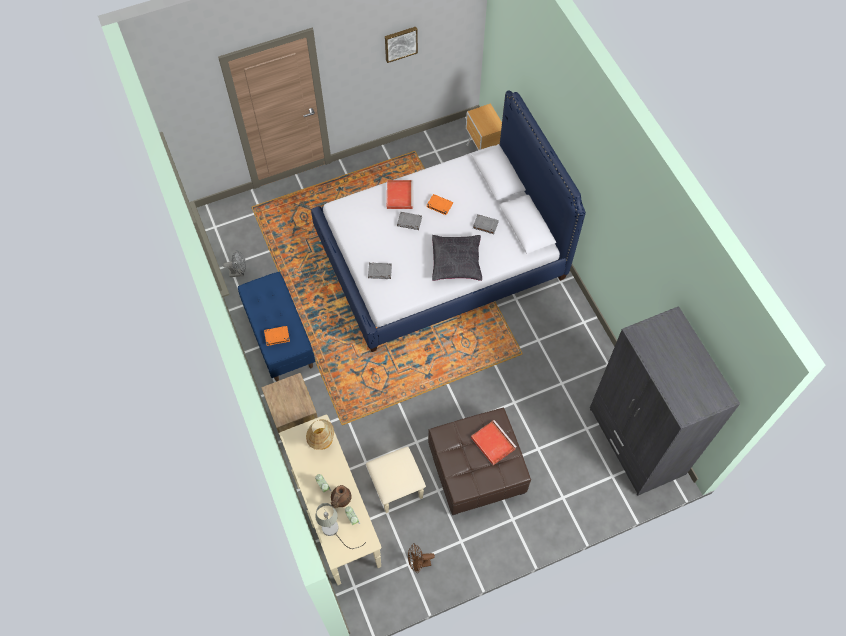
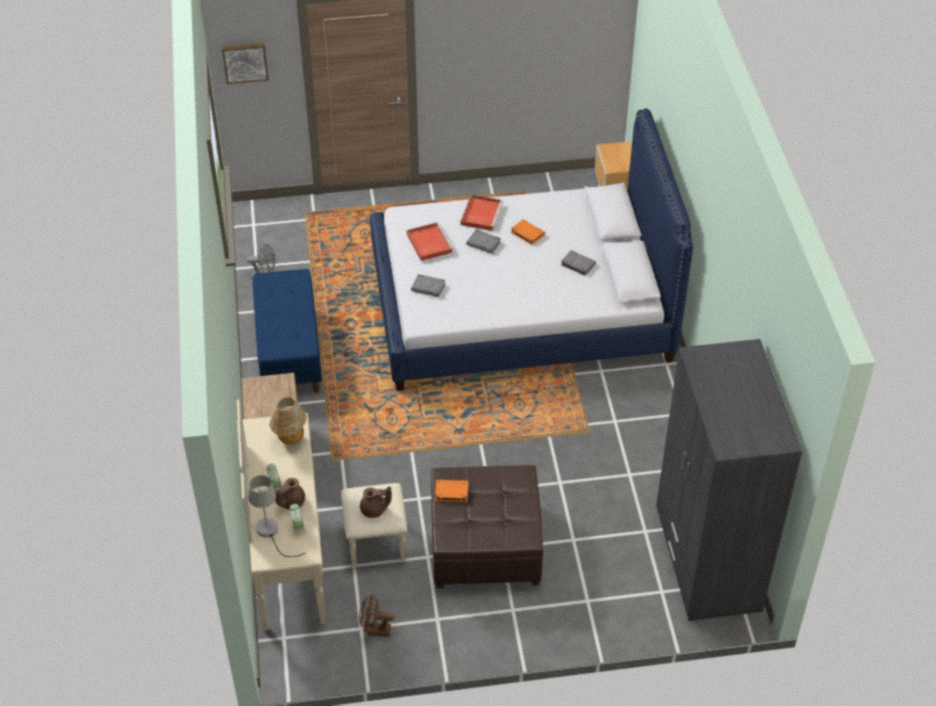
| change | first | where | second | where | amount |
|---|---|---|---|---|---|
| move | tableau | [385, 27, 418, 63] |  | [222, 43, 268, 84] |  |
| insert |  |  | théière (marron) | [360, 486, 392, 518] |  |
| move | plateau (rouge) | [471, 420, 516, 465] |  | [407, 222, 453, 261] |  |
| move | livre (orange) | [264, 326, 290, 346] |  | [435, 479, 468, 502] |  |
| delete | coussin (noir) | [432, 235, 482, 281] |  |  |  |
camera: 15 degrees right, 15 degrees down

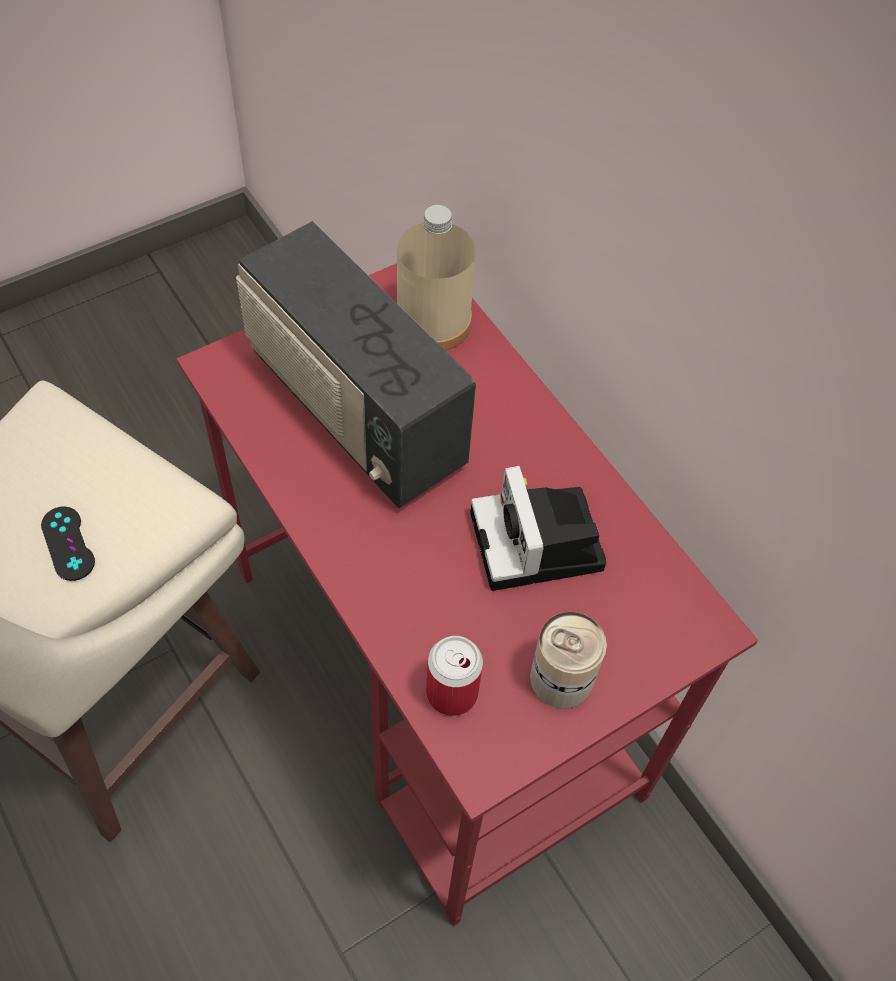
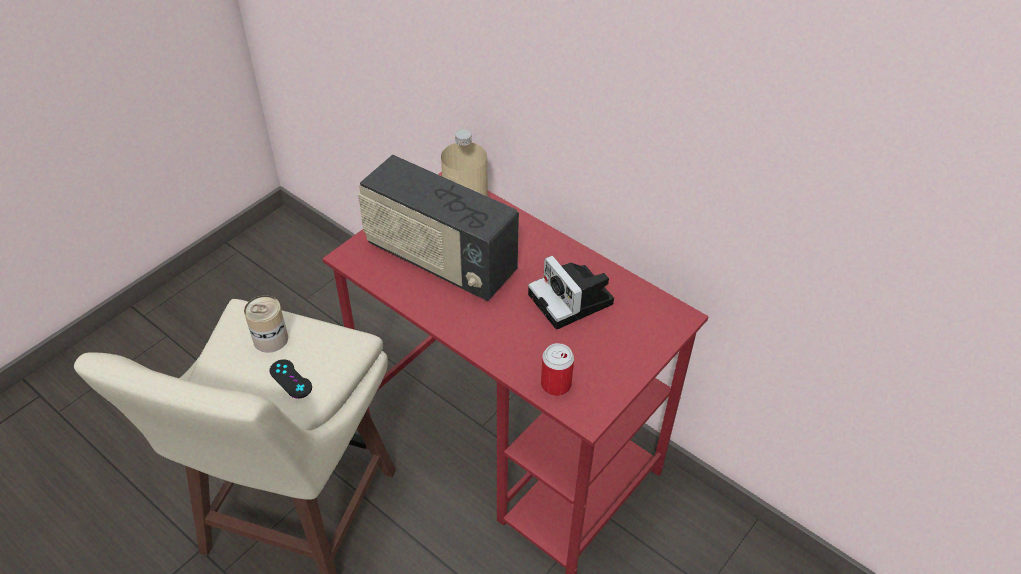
| change | first | where | second | where | amount |
|---|---|---|---|---|---|
| move | boîte métallique | [530, 612, 607, 709] |  | [244, 295, 288, 353] |  |
camera: 15 degrees left, 10 degrees down

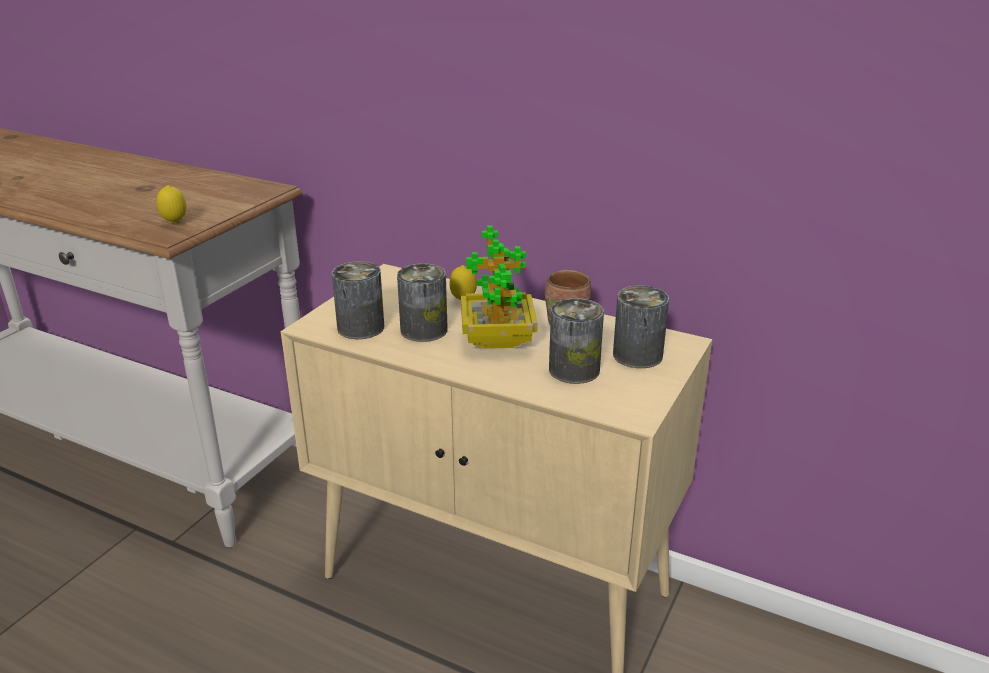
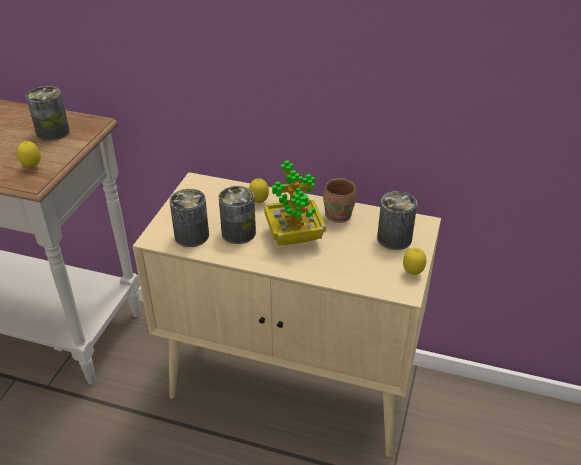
| change | first | where | second | where | amount |
|---|---|---|---|---|---|
| move | boîte métallique | [549, 298, 604, 384] |  | [26, 86, 70, 141] |  |
| insert |  |  | citron | [403, 248, 426, 275] |  |
camera: 10 degrees left, 10 degrees up

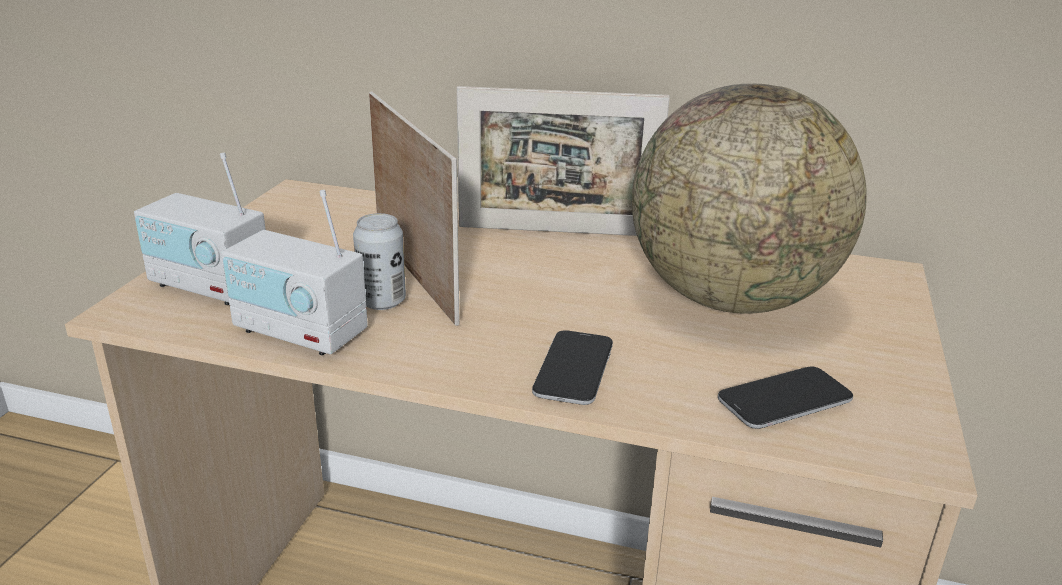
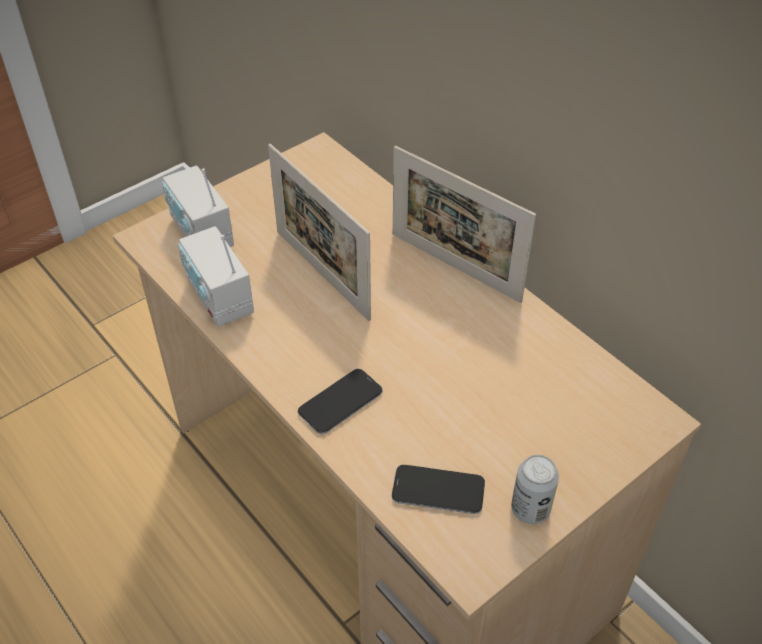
| change | first | where | second | where | amount |
|---|---|---|---|---|---|
| rotate | cadre photo | [369, 92, 460, 326] |  | [268, 144, 371, 321] | 135 degrees clockwise |
| move | boîte métallique | [353, 213, 406, 310] |  | [511, 455, 559, 524] |  |
| delete | globe | [632, 84, 867, 314] |  |  |  |
camera: 35 degrees right, 20 degrees up

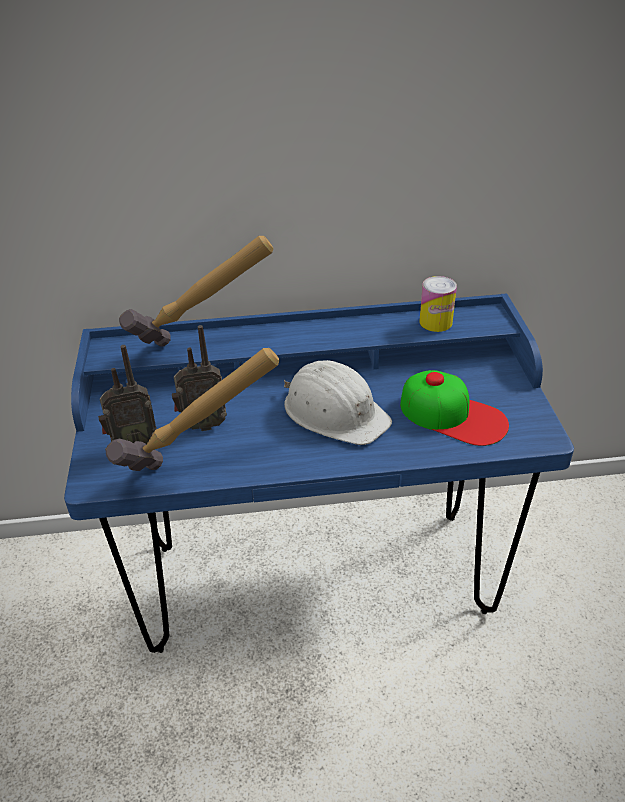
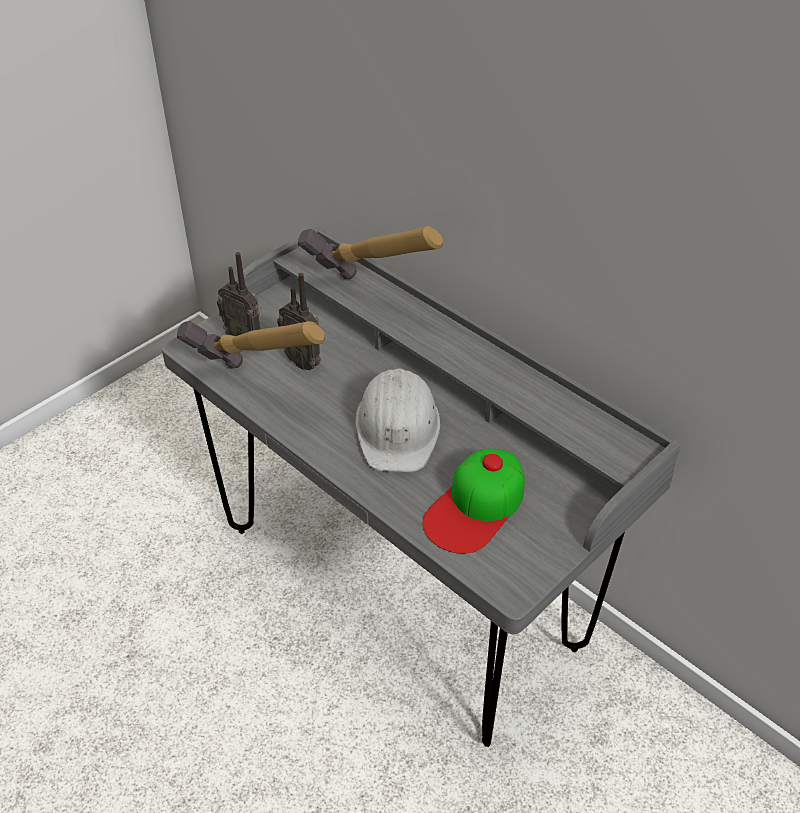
| change | first | where | second | where | amount |
|---|---|---|---|---|---|
| recolor | bureau (bleu) | [64, 293, 574, 653] | bureau (gris) | [162, 226, 681, 747] |  |
| rotate | casquette | [400, 370, 509, 446] |  | [422, 449, 525, 554] | 45 degrees clockwise |
| delete | boîte métallique | [420, 276, 457, 332] |  |  |  |
camera: 50 degrees right, 5 degrees up

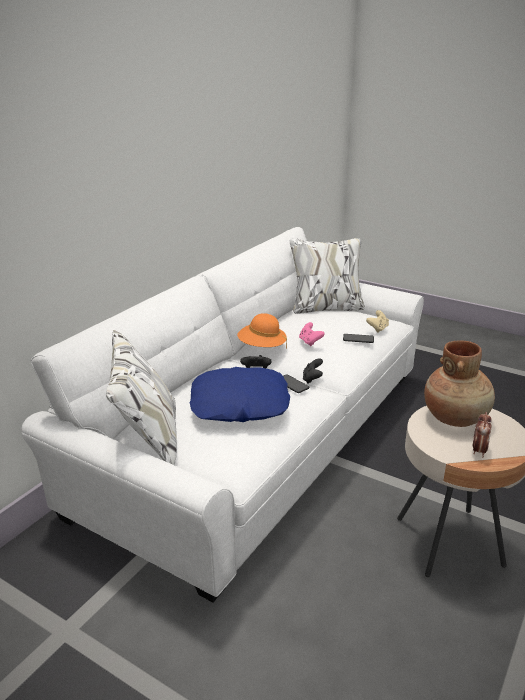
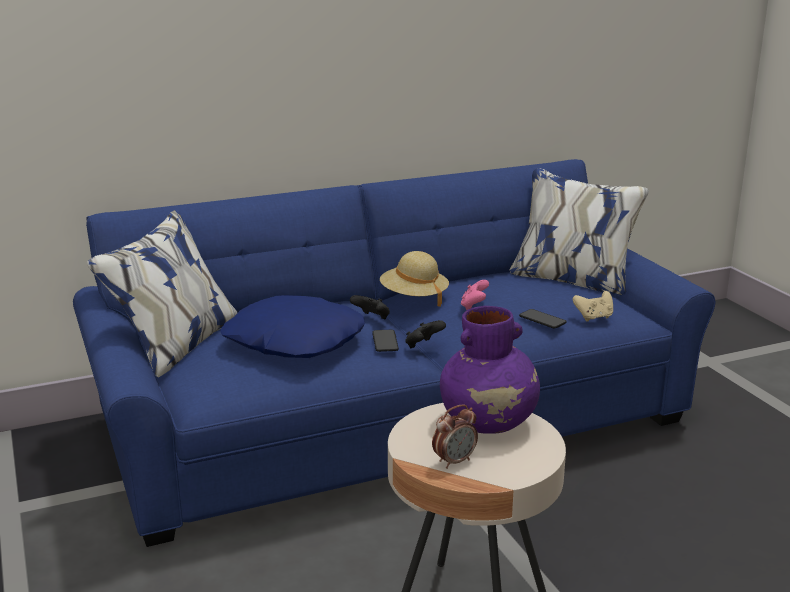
| change | first | where | second | where | amount |
|---|---|---|---|---|---|
| recolor | canapé (blanc) | [21, 227, 424, 602] | canapé (bleu) | [73, 159, 716, 547] |  |
| recolor | chapeau (orange) | [237, 313, 287, 349] | chapeau (beige) | [380, 251, 449, 307] |  |
| recolor | vase (marron) | [424, 340, 495, 427] | vase (violet) | [440, 306, 540, 434] |  |
camera: 35 degrees right, 5 degrees down

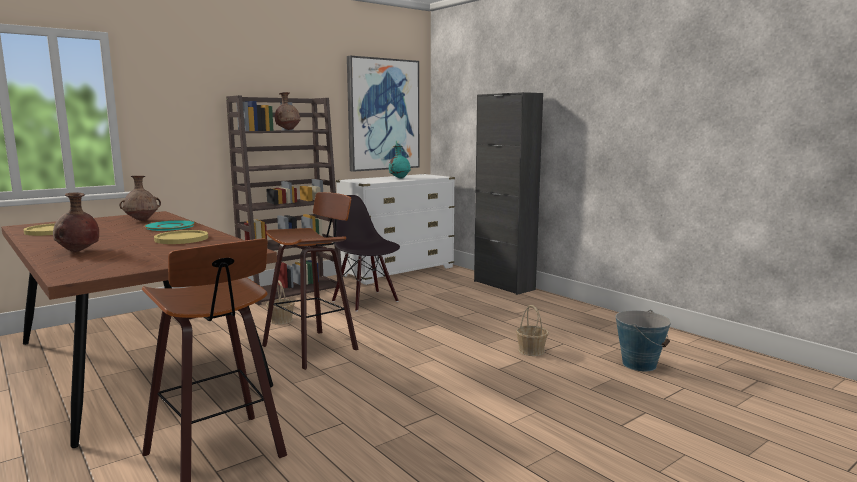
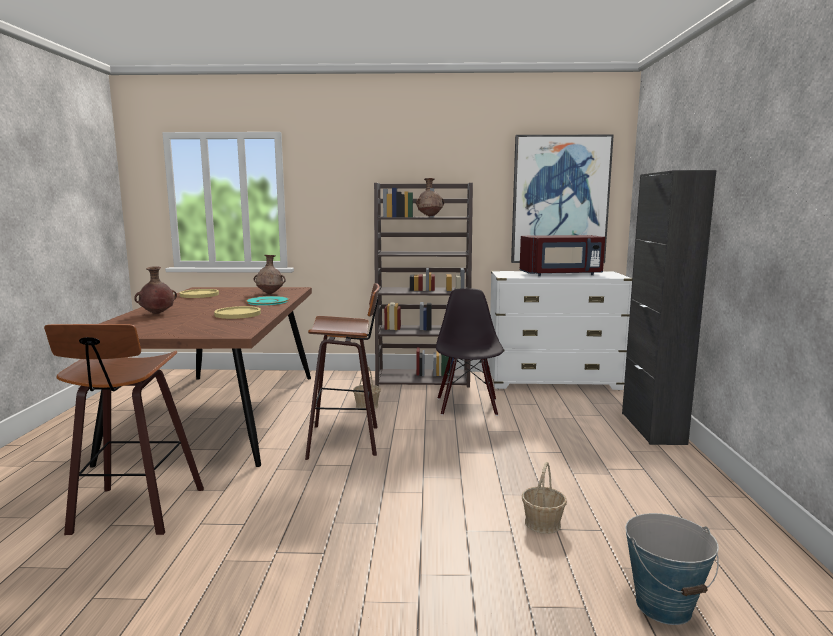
| change | first | where | second | where | amount |
|---|---|---|---|---|---|
| replace | vase (turquoise) | [389, 146, 411, 179] | micro-ondes (rouge) | [520, 235, 605, 276] |  |
camera: 40 degrees right, 0 degrees up

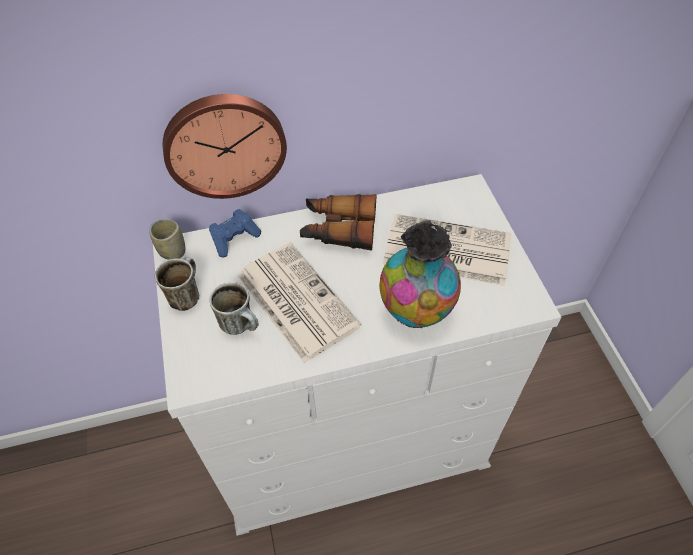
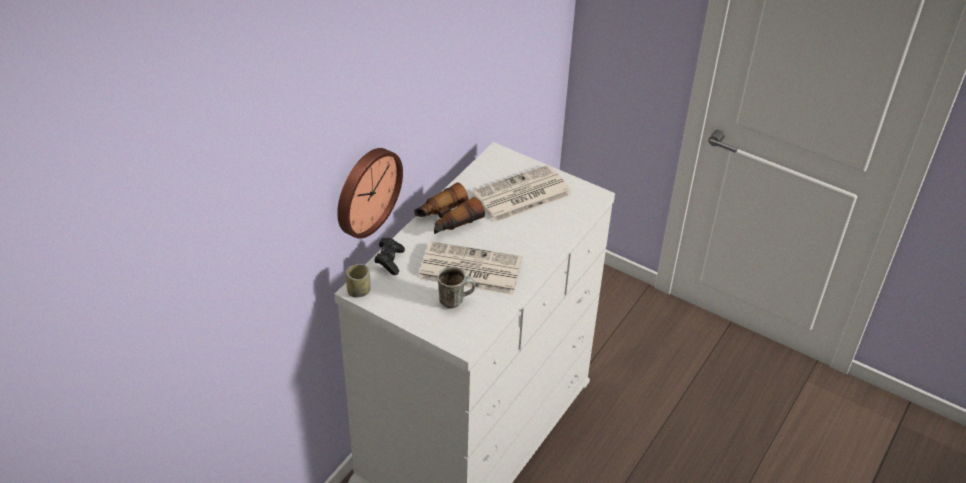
| change | first | where | second | where | amount |
|---|---|---|---|---|---|
| recolor | manette (bleu) | [209, 209, 261, 258] | manette (noir) | [374, 238, 405, 275] |  |
| delete | mug | [155, 257, 199, 311] |  |  |  |
| delete | vase | [379, 220, 461, 328] |  |  |  |
camera: 45 degrees left, 10 degrees down

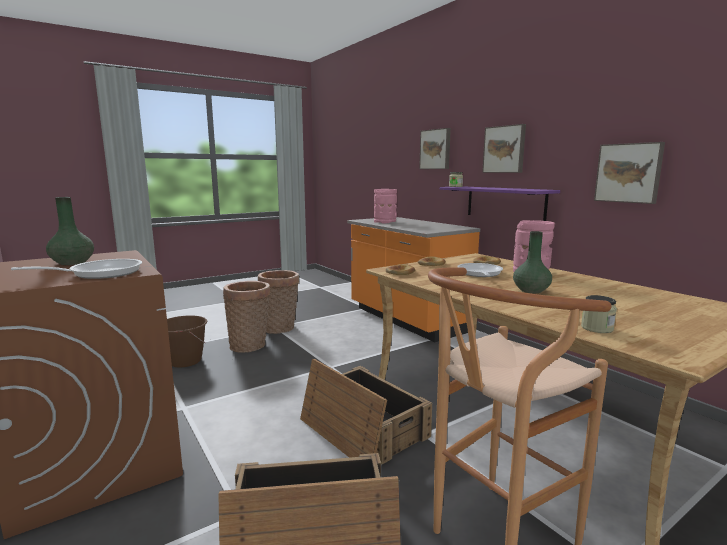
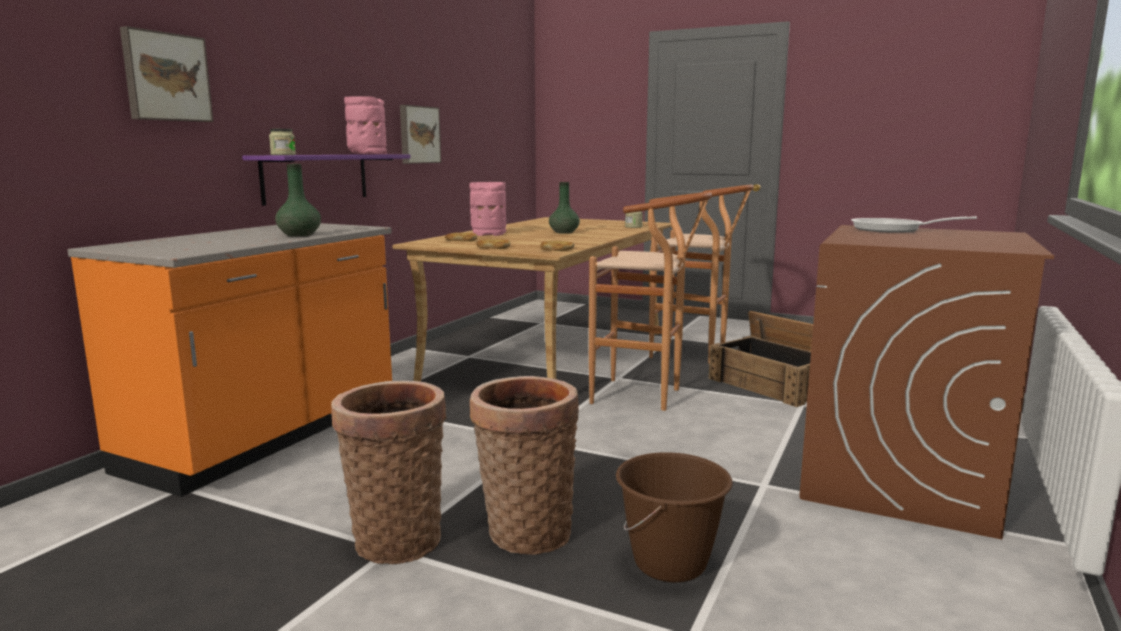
| change | first | where | second | where | amount |
|---|---|---|---|---|---|
| move | vase (vert) | [46, 197, 94, 265] |  | [275, 164, 321, 236] |  |
| move | vase (rose) | [374, 189, 397, 223] |  | [344, 96, 387, 154] |  |
| replace | caisse | [300, 359, 432, 464] | tabouret (marron) | [589, 192, 712, 411] |  |
| delete | poêle | [457, 263, 503, 277] |  |  |  |
| delete | tableau | [482, 124, 526, 173] |  |  |  |
camera: 120 degrees left, 0 degrees up

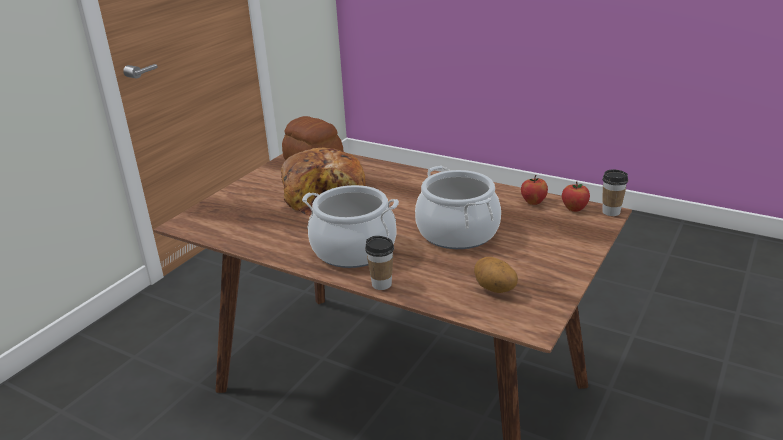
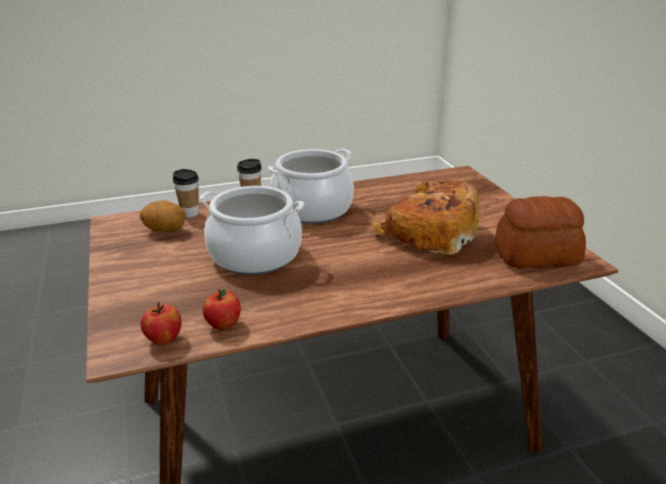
| change | first | where | second | where | amount |
|---|---|---|---|---|---|
| move | tasse | [602, 170, 628, 216] |  | [173, 169, 199, 217] |  |
camera: 130 degrees right, 0 degrees up

